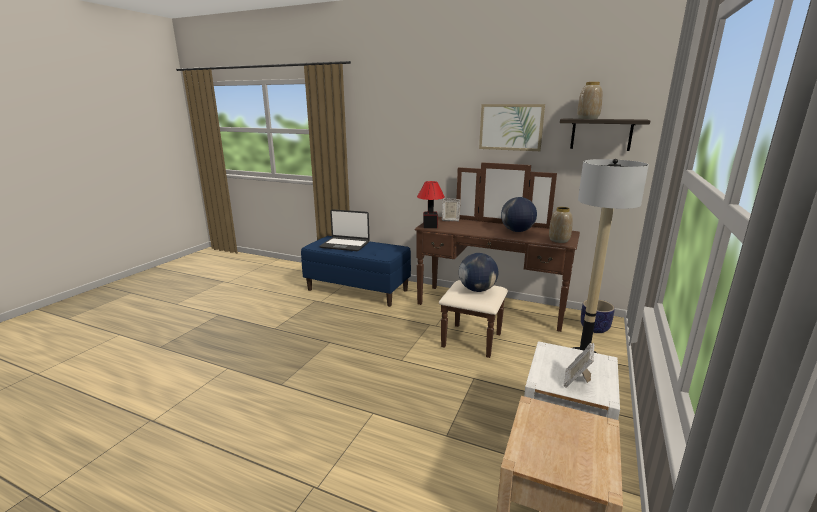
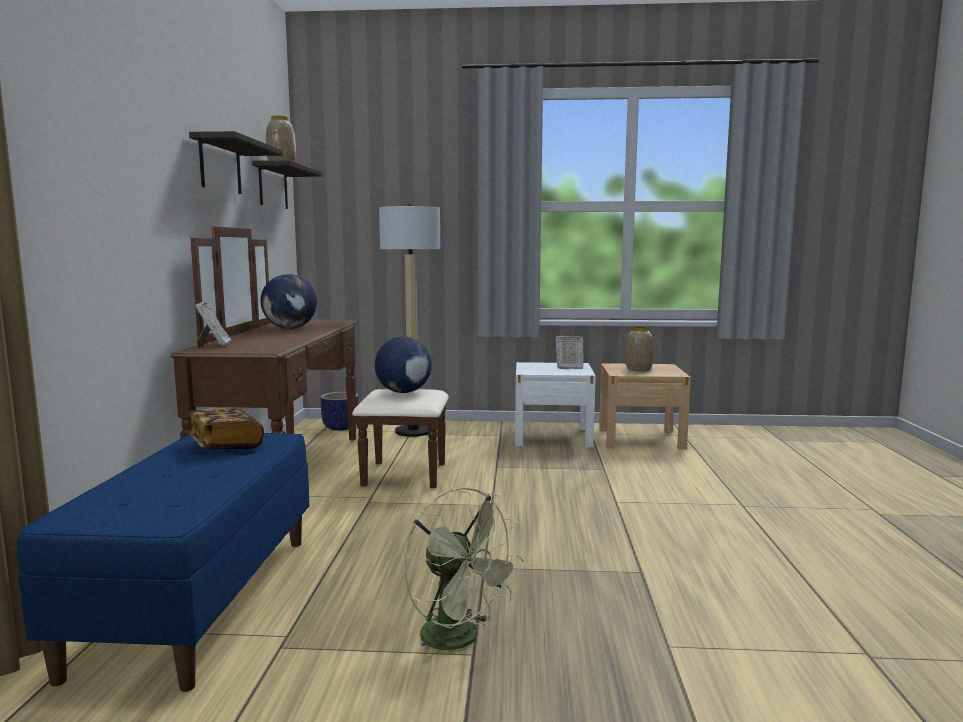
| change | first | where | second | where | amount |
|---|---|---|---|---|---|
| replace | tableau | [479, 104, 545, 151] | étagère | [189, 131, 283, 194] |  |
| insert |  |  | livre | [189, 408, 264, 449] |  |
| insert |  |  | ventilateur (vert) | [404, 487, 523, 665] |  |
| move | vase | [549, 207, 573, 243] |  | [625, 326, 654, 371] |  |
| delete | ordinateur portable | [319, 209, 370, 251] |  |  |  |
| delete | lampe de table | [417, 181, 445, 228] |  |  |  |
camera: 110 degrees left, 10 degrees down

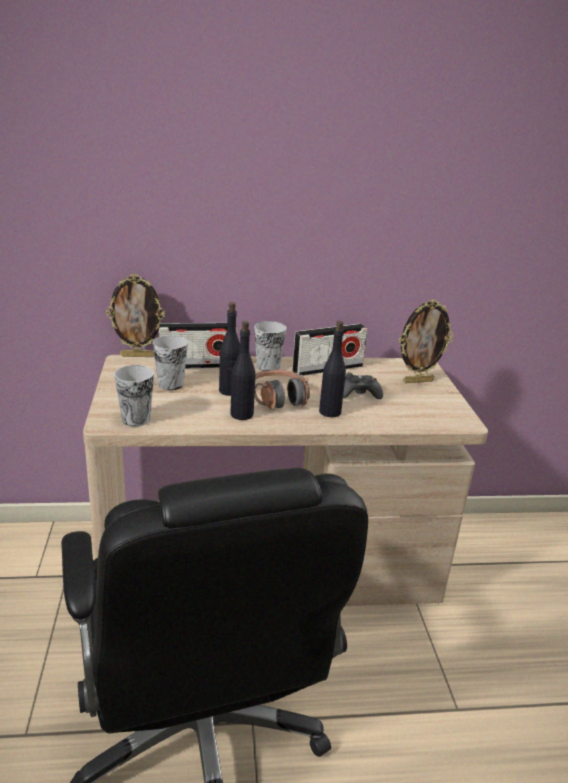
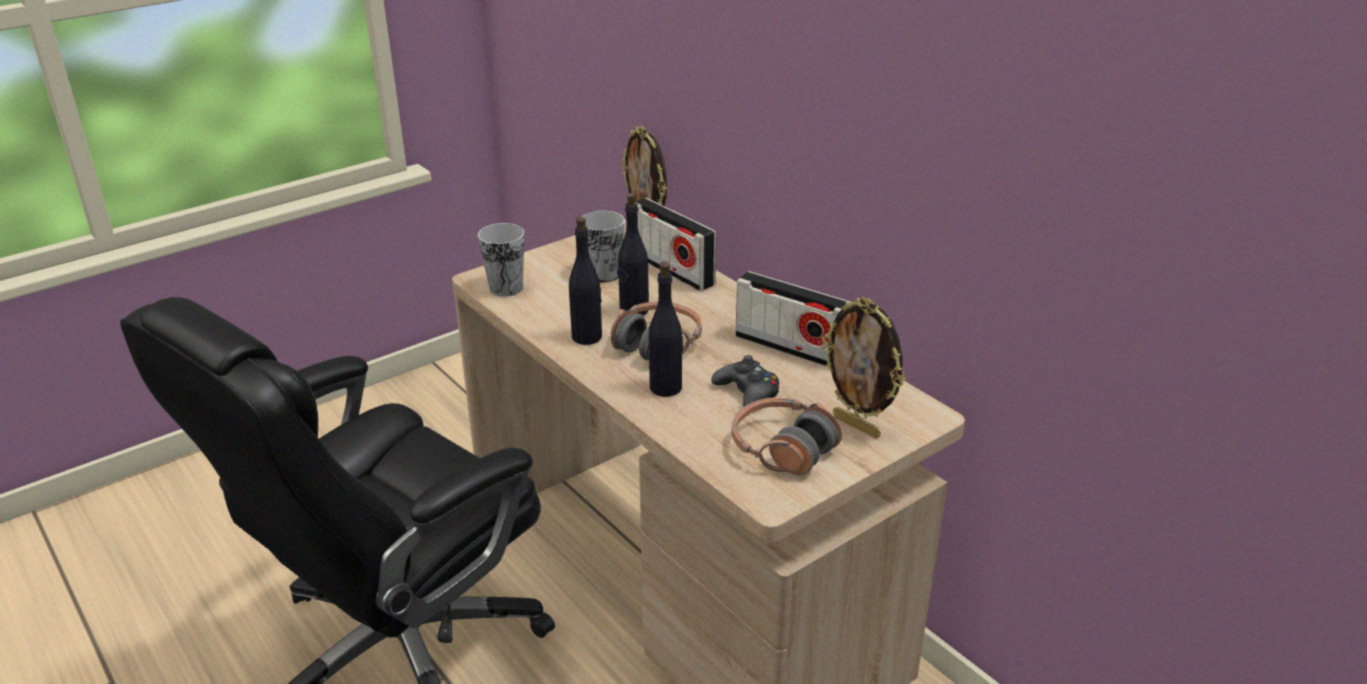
| change | first | where | second | where | amount |
|---|---|---|---|---|---|
| insert |  |  | casque audio | [732, 398, 842, 475] |  |
| delete | tasse | [254, 321, 287, 371] |  |  |  |
camera: 60 degrees right, 5 degrees up

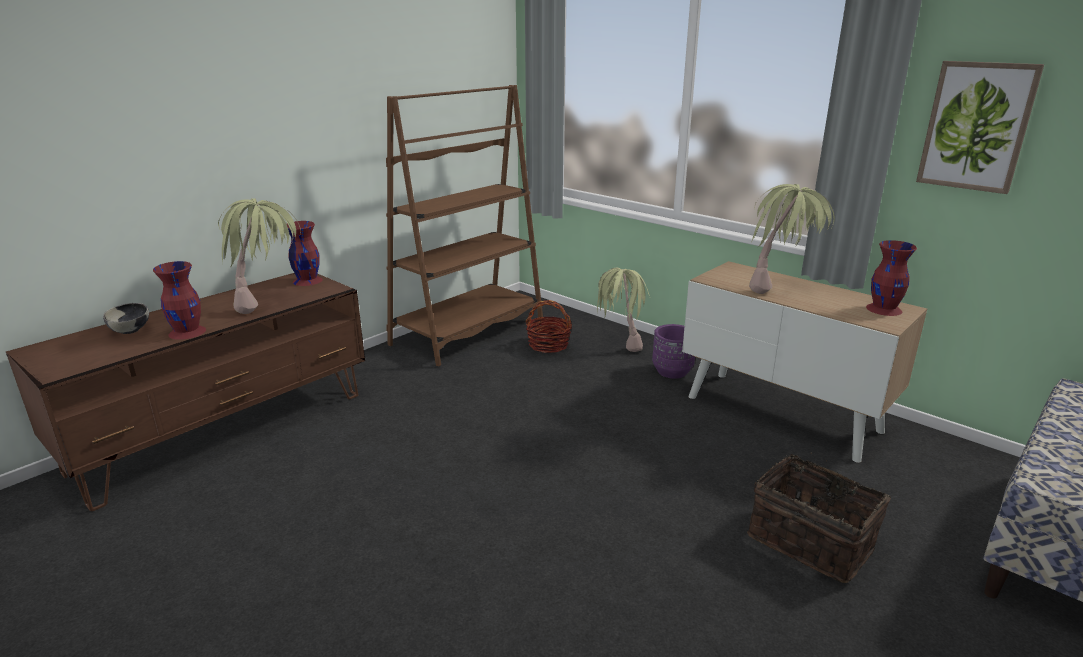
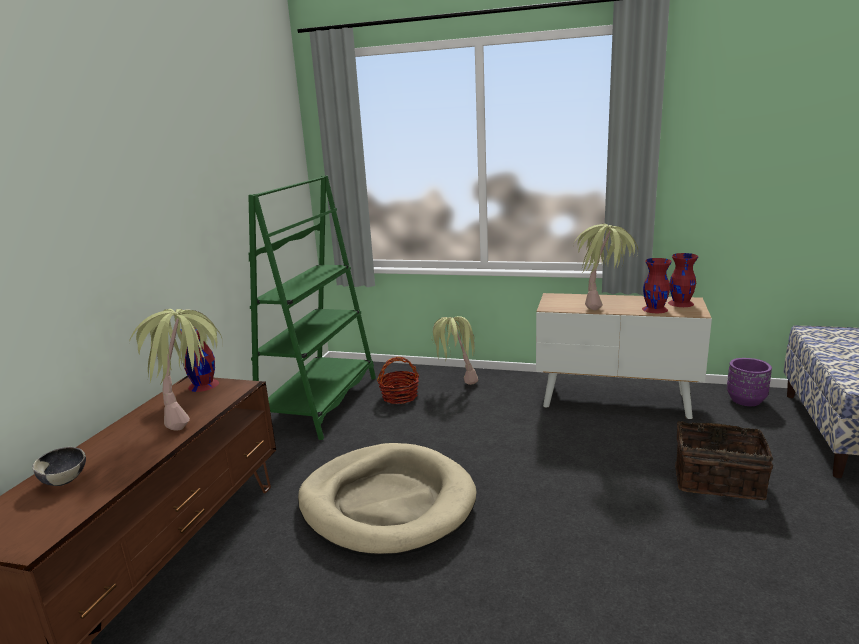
| change | first | where | second | where | amount |
|---|---|---|---|---|---|
| recolor | bibliothèque (marron) | [386, 85, 543, 366] | bibliothèque (vert) | [248, 176, 376, 440] |  |
| insert |  |  | panier pour chien (beige) | [298, 443, 476, 556] |  |
| move | vase (rouge) | [153, 261, 206, 340] |  | [642, 258, 672, 313] |  |
| move | cache-pot (violet) | [652, 324, 695, 379] |  | [727, 358, 772, 406] |  |
| delete | tableau | [916, 61, 1044, 194] |  |  |  |
camera: 25 degrees left, 5 degrees down

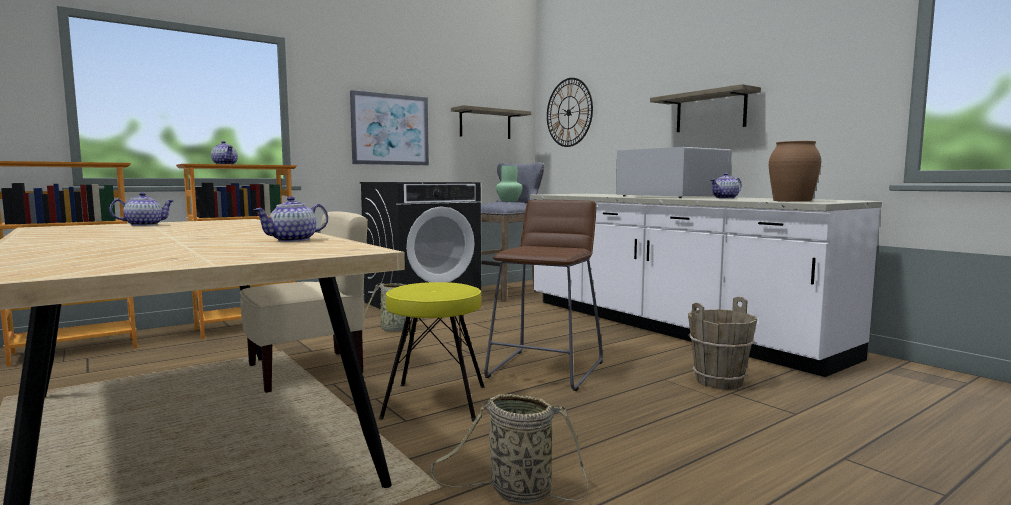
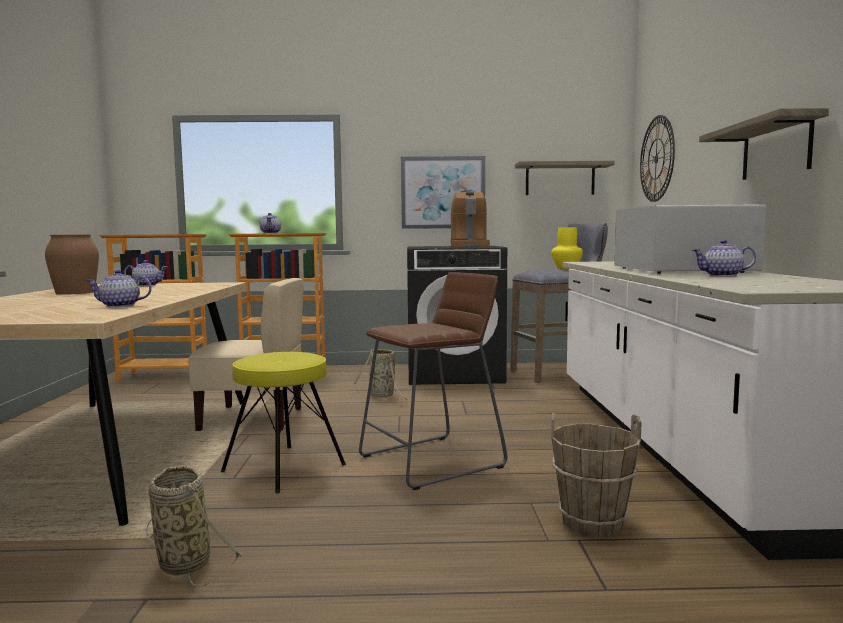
| change | first | where | second | where | amount |
|---|---|---|---|---|---|
| move | vase (marron) | [769, 141, 821, 202] |  | [45, 234, 99, 295] |  |
| insert |  |  | machine à café | [450, 192, 490, 247] |  |
| recolor | vase (vert) | [496, 166, 522, 202] | vase (jaune) | [551, 227, 583, 269] |  |
camera: 35 degrees right, 0 degrees up

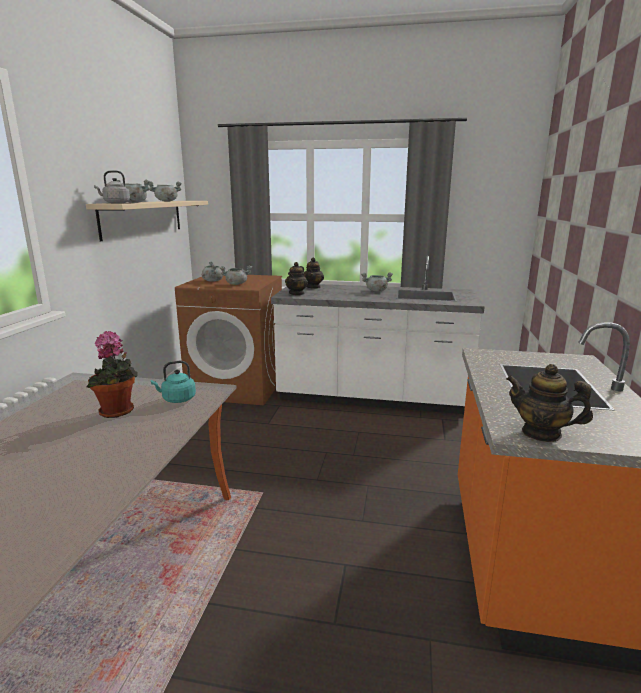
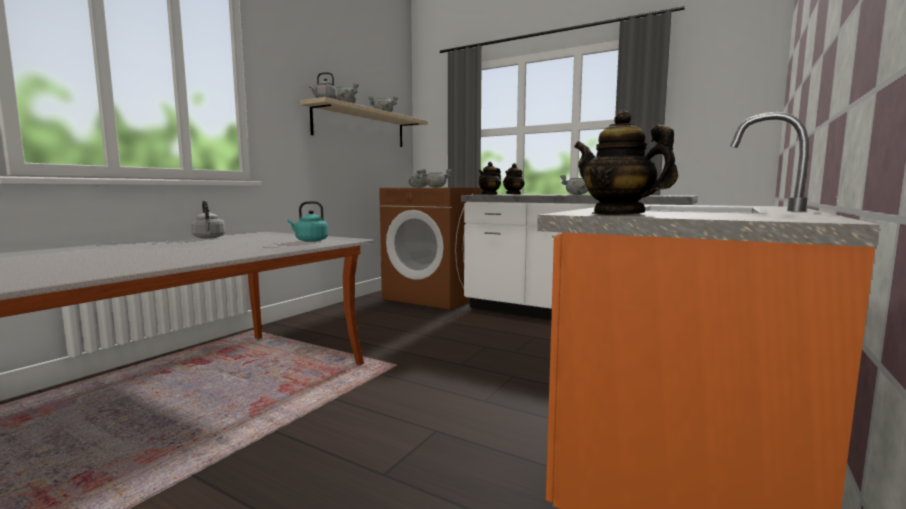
| change | first | where | second | where | amount |
|---|---|---|---|---|---|
| insert |  |  | bouilloire (gris) | [191, 201, 225, 239] |  |
| delete | plante en pot | [86, 331, 138, 418] |  |  |  |
camera: 20 degrees right, 10 degrees down

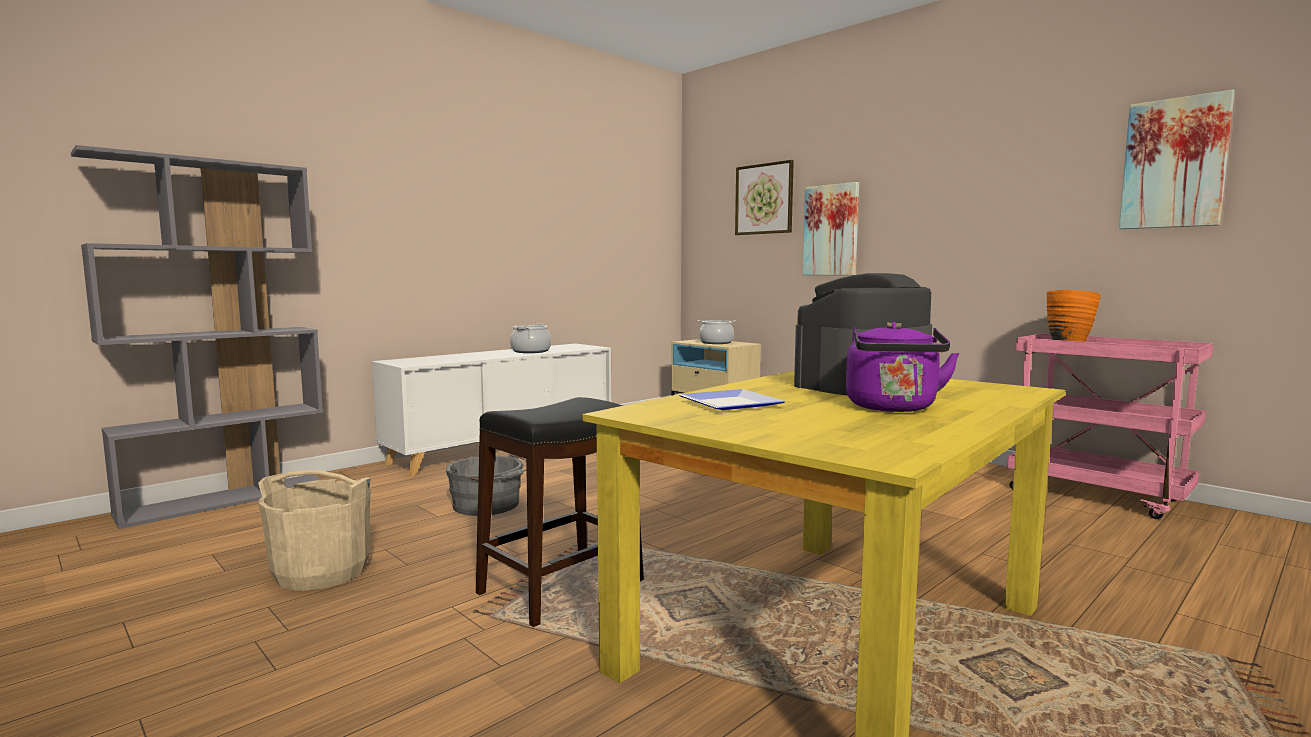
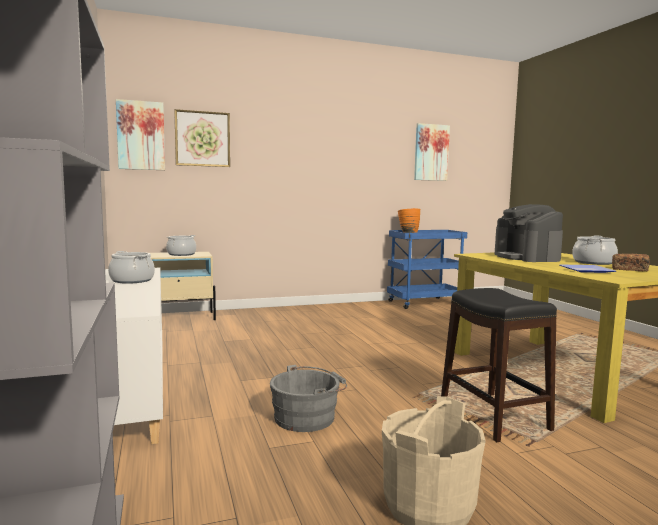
| change | first | where | second | where | amount |
|---|---|---|---|---|---|
| move | tableau | [803, 182, 859, 275] |  | [116, 99, 165, 170] |  |
| recolor | chariot (rose) | [1007, 333, 1213, 519] | chariot (bleu) | [387, 230, 467, 309] |  |
| replace | bouilloire (violet) | [846, 322, 959, 412] | marmite | [572, 236, 618, 265] |  |
| insert |  |  | pain | [612, 254, 650, 271] |  |
camera: 65 degrees left, 0 degrees up

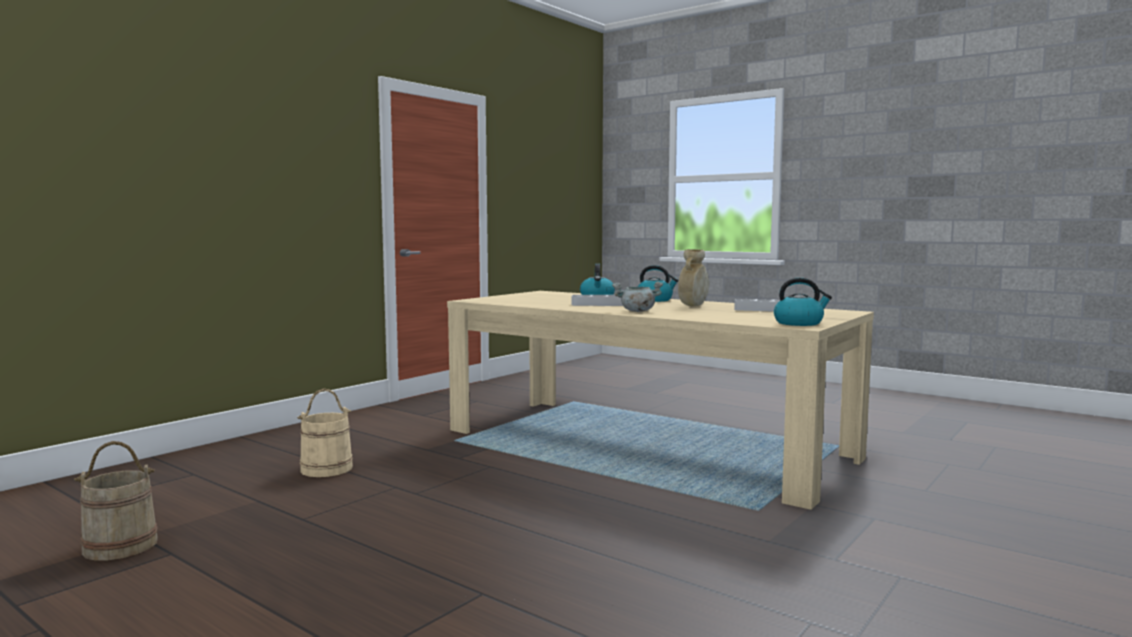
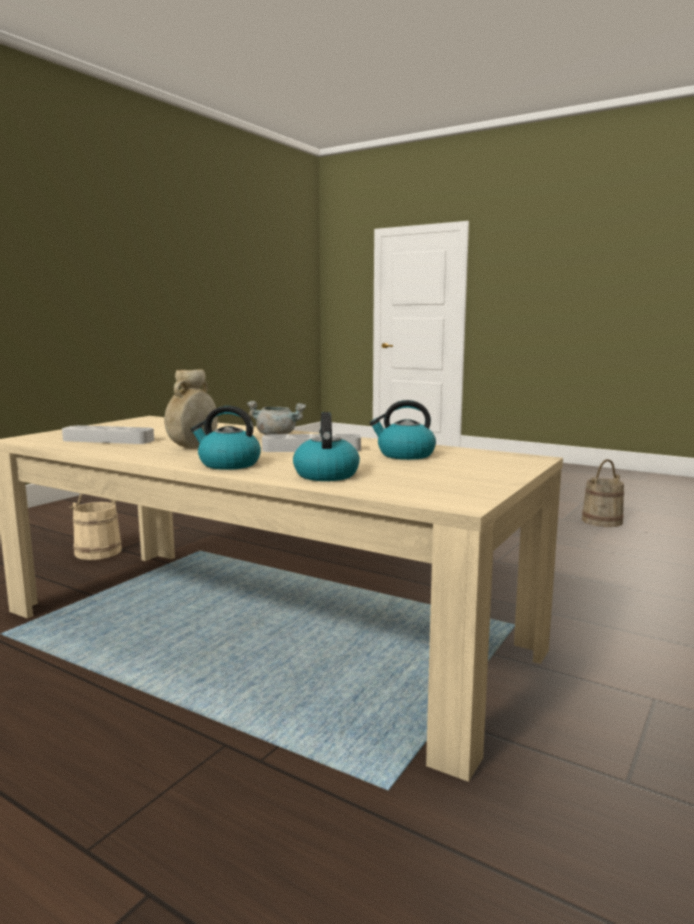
| change | first | where | second | where | amount |
|---|---|---|---|---|---|
| move | seau (beige) | [297, 389, 353, 477] |  | [70, 493, 122, 560] |  |
| move | bouilloire | [774, 278, 832, 326] |  | [369, 400, 436, 460] |  |
camera: 175 degrees right, 5 degrees up

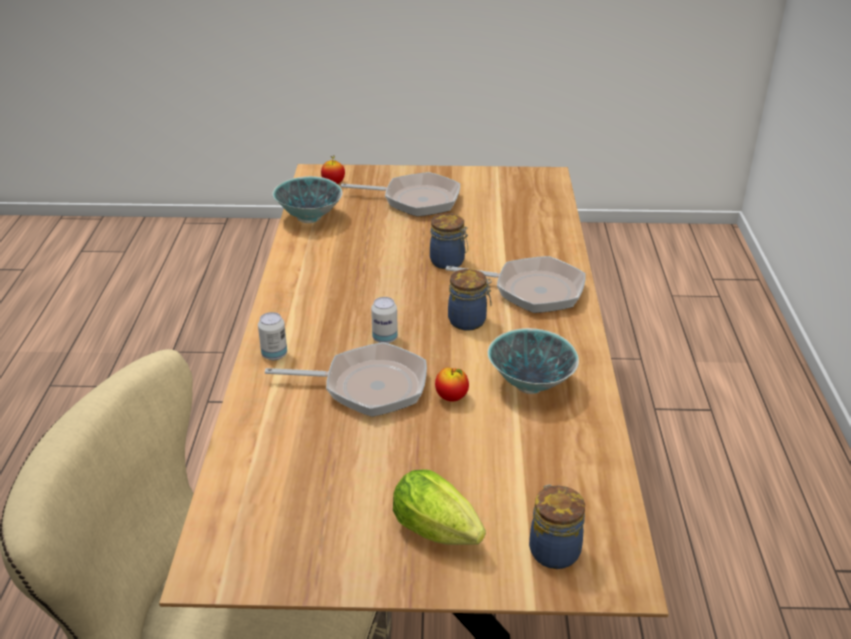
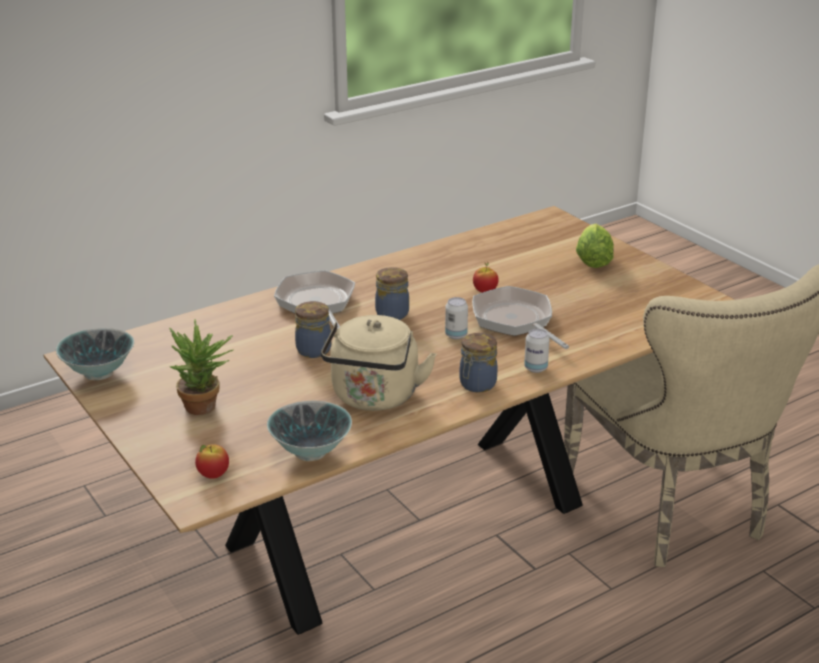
| change | first | where | second | where | amount |
|---|---|---|---|---|---|
| move | bol | [488, 328, 579, 394] |  | [56, 328, 134, 380] |  |
| replace | poêle | [341, 172, 460, 217] | plante en pot | [169, 319, 234, 415] |  |
| insert |  |  | bouilloire (beige) | [321, 315, 437, 411] |  |
| move | bocal | [529, 484, 585, 569] |  | [459, 333, 497, 393] |  |
camera: 125 degrees left, 5 degrees down

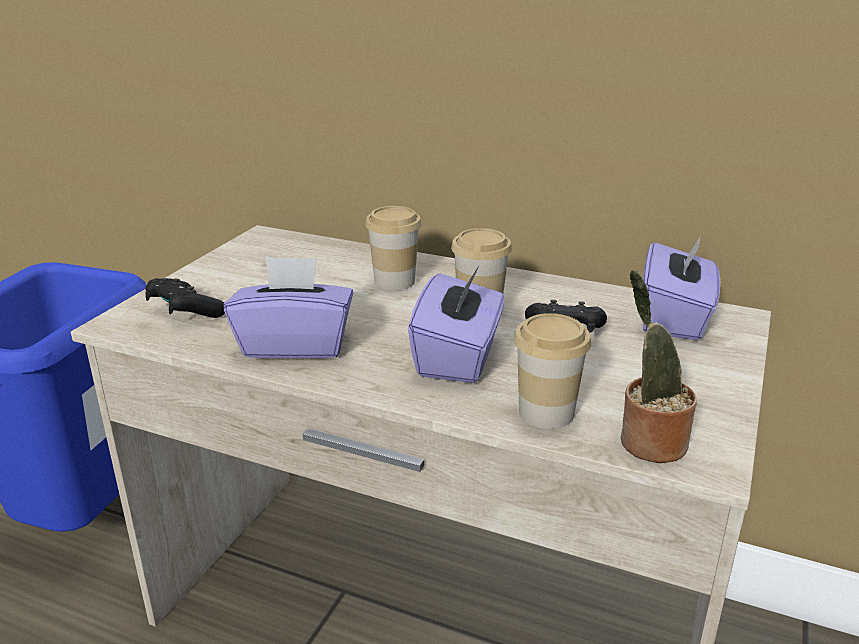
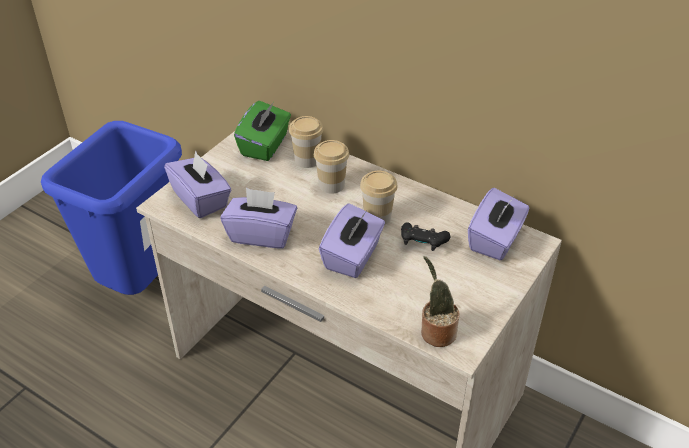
| change | first | where | second | where | amount |
|---|---|---|---|---|---|
| replace | manette (noir) | [145, 278, 225, 318] | boîte à mouchoirs (violet) | [164, 150, 231, 218] |  |
| insert |  |  | boîte à mouchoirs (vert) | [234, 101, 291, 161] |  |
| move | tasse | [514, 313, 591, 429] |  | [289, 116, 323, 168] |  |
camera: 10 degrees right, 15 degrees up

